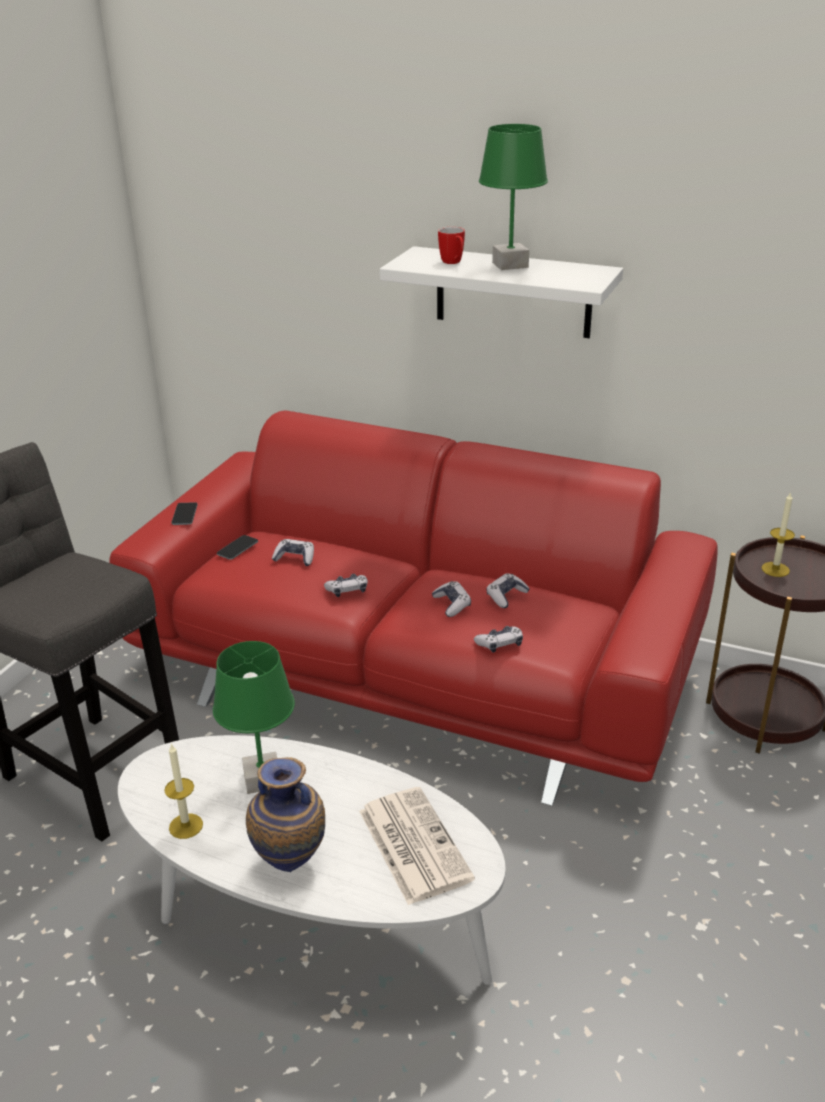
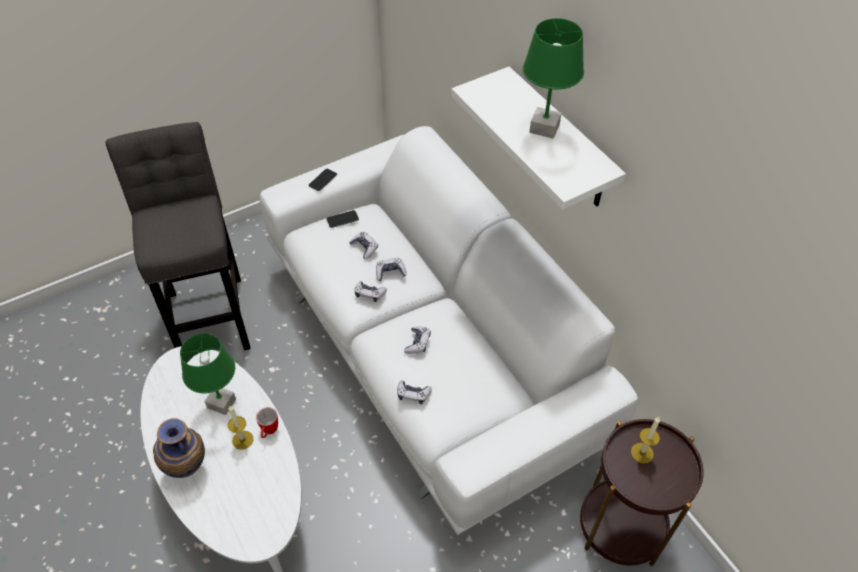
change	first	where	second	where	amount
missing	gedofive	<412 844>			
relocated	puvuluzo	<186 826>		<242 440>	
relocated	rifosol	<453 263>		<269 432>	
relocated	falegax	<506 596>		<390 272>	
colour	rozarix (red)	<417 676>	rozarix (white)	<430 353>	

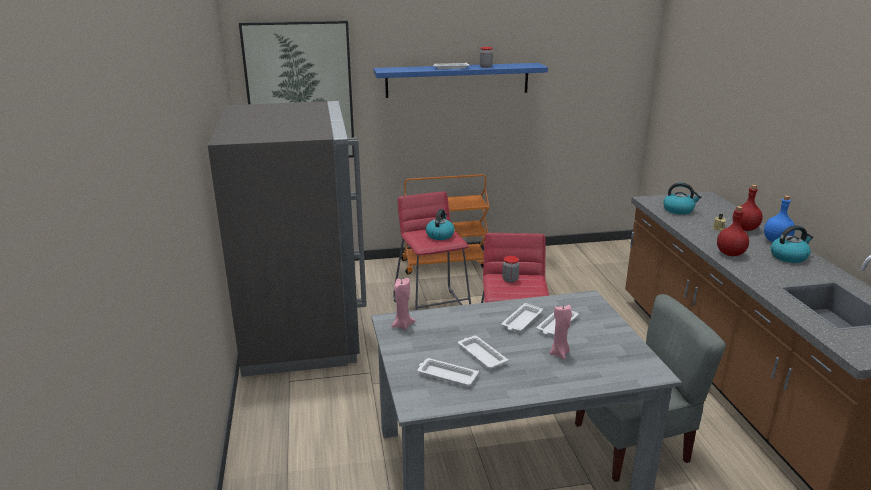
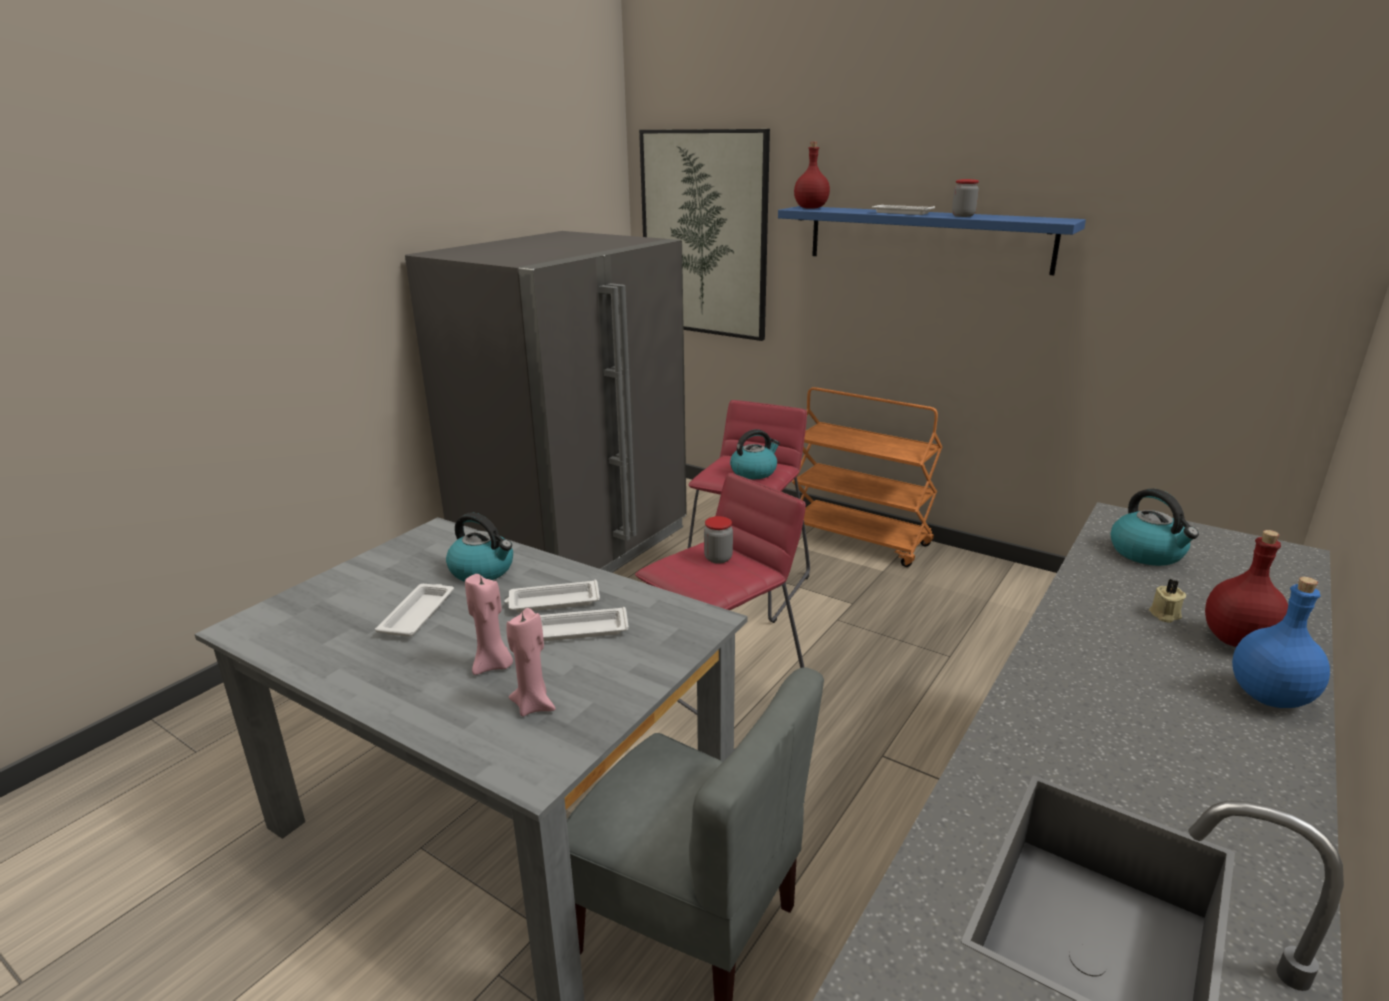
change	first	where	second	where	amount
missing	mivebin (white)	<446 375>			
relocated	puvuluzo (pink)	<402 325>		<533 705>	
relocated	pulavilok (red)	<729 253>		<810 208>	
relocated	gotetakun	<789 257>		<483 570>	

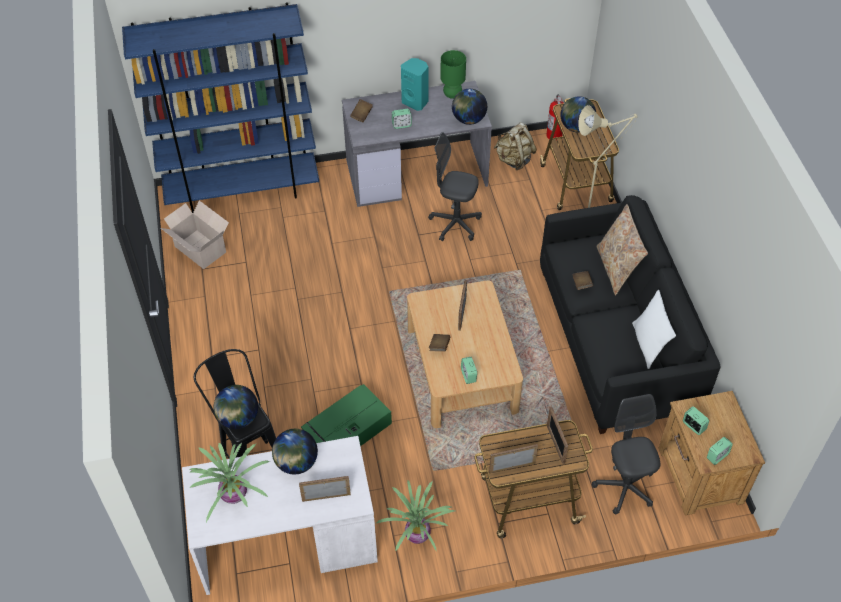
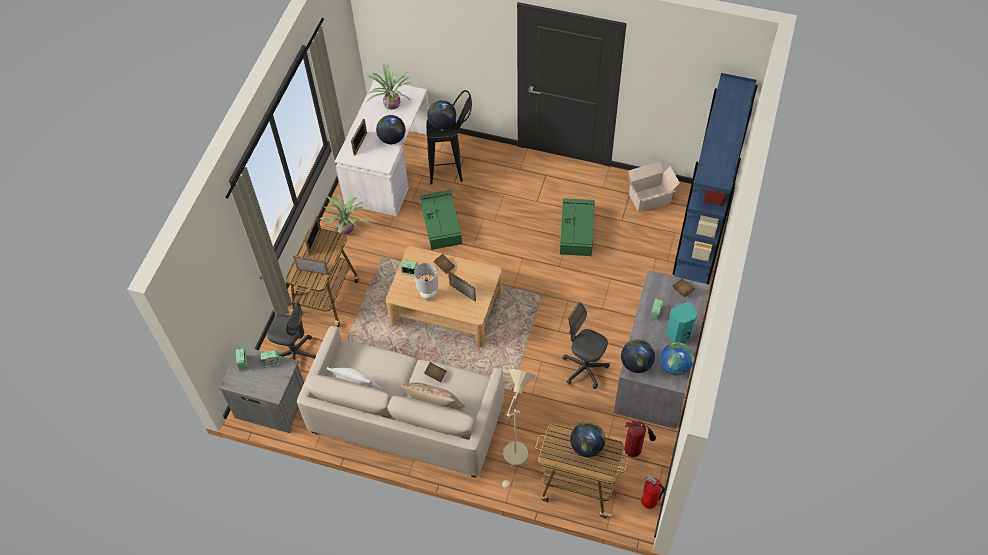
change	first	where	second	where	amount
appeared			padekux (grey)	<428 294>	
appeared			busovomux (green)	<576 231>	
exchanged	padekux (green)	<452 94>	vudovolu	<675 366>	
exchanged	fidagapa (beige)	<514 160>	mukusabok	<635 450>	
colour	rozarix (black)	<616 341>	rozarix (beige)	<406 418>	
colour	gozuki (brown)	<699 476>	gozuki (grey)	<271 404>	
spun	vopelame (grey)	<455 224>		<584 368>	105 degrees counterclockwise

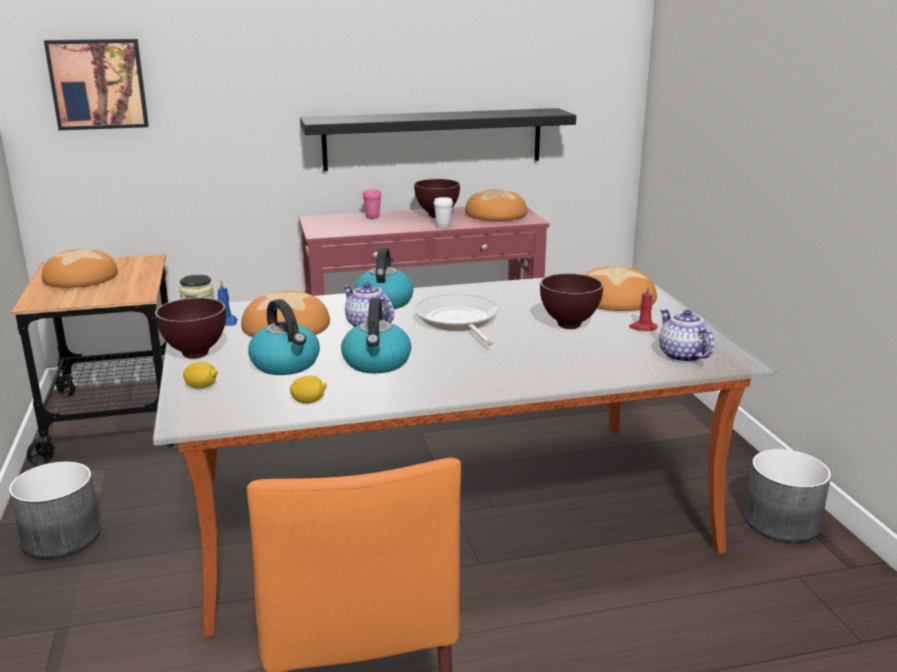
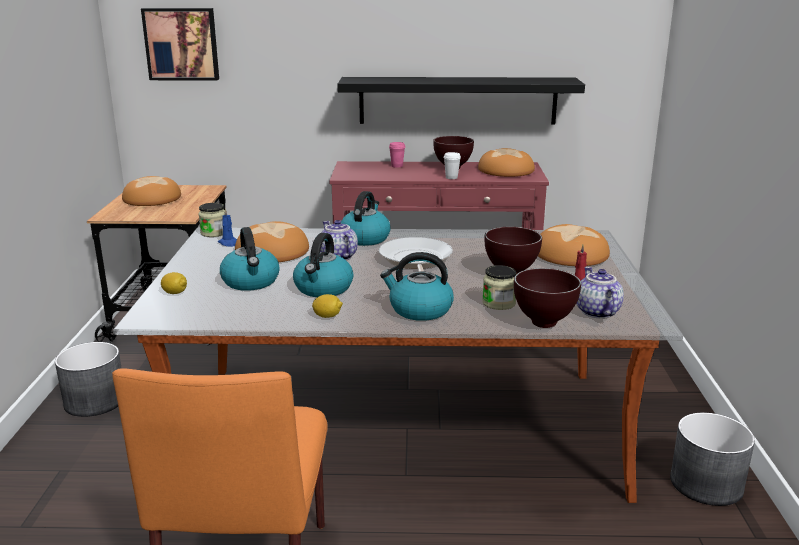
change	first	where	second	where	amount
appeared			gotetakun	<419 310>	
appeared			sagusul	<499 303>	
relocated	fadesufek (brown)	<194 354>		<542 323>	
relocated	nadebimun	<309 401>		<327 316>	

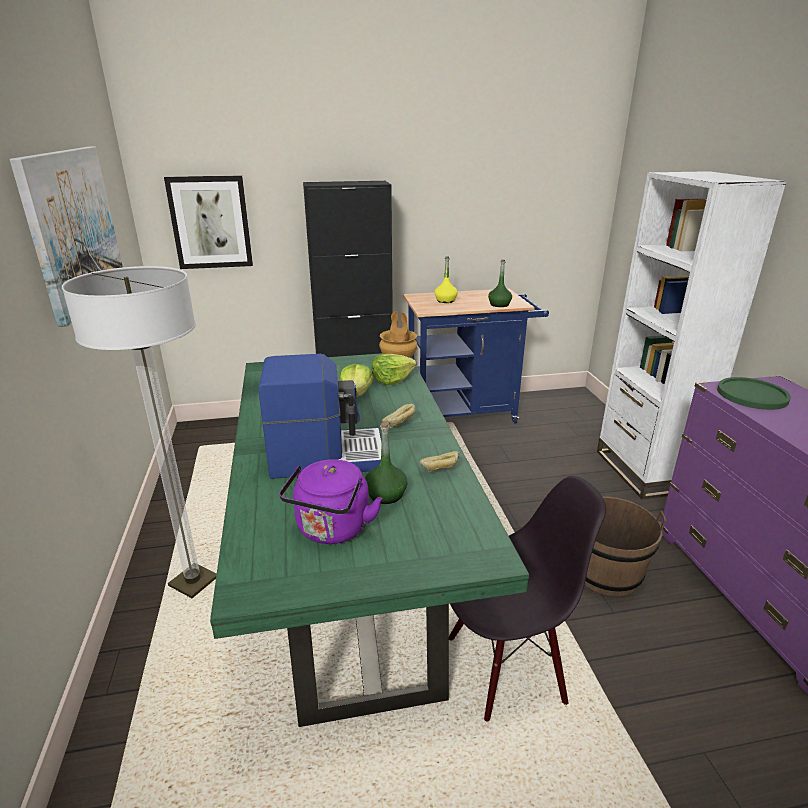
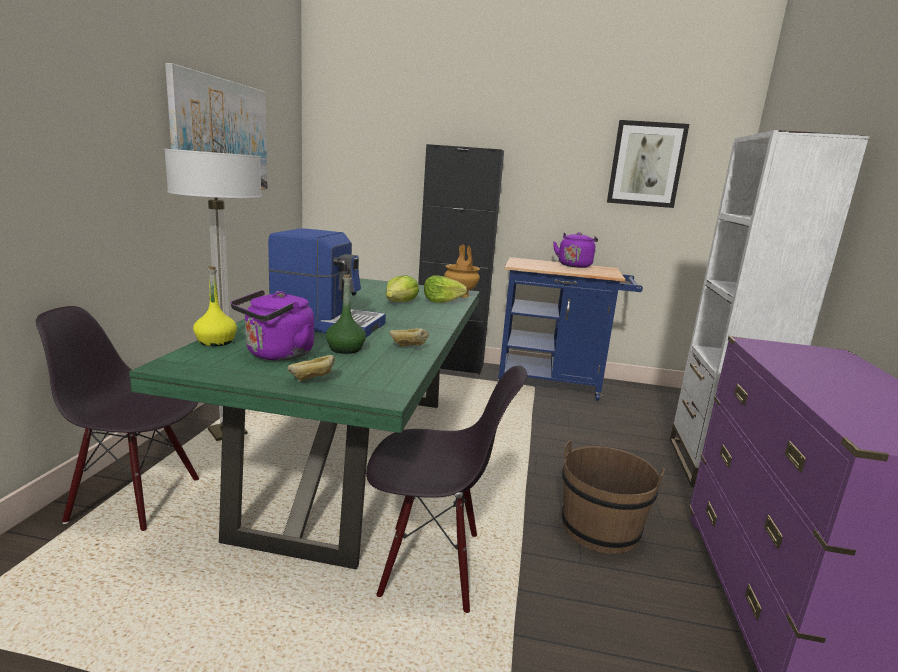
change	first	where	second	where	amount
missing	pulavilok (green)	<499 304>			
missing	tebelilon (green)	<752 395>			
appeared			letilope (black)	<137 498>	
appeared			gotetakun (purple)	<574 265>	
relocated	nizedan	<210 222>		<646 164>	
relocated	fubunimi	<399 426>		<312 381>	
relocated	pulavilok (yellow)	<445 300>		<216 341>	

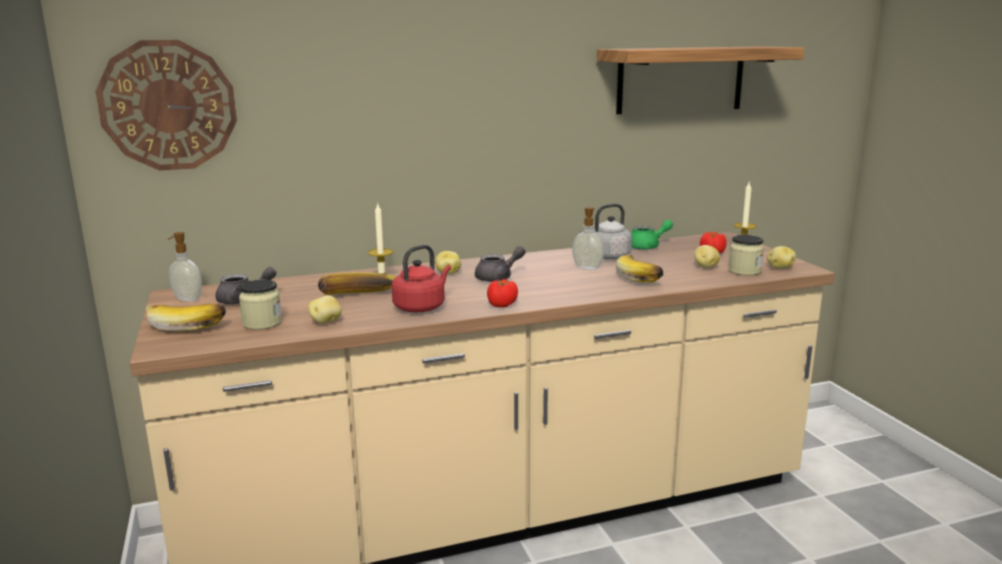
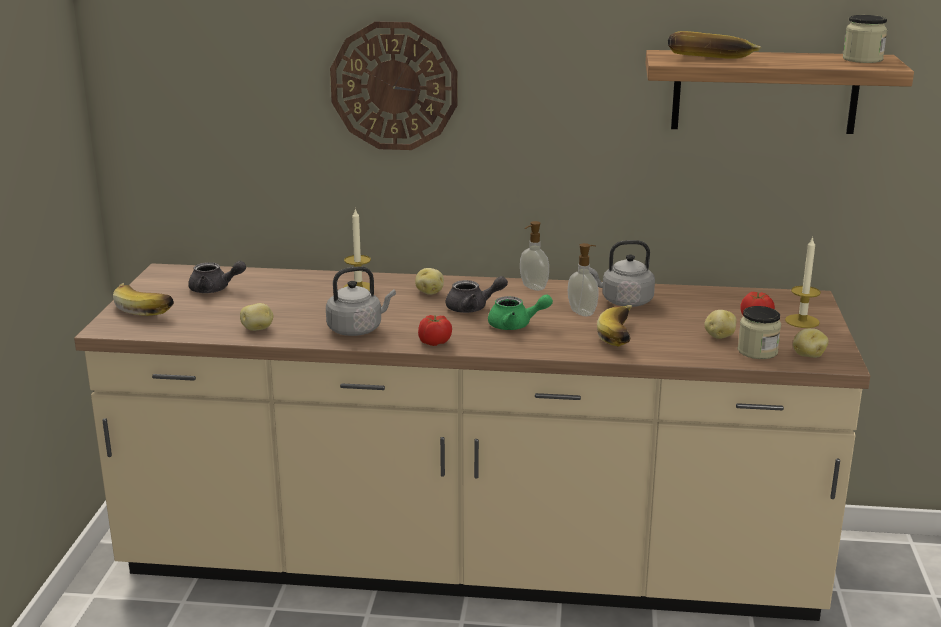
change	first	where	second	where	amount
relocated	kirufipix	<168 106>		<394 86>	
relocated	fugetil	<187 299>		<533 287>	
relocated	sagusul	<262 323>		<862 59>	
relocated	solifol	<360 297>		<711 60>	
relocated	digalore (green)	<648 246>		<515 325>	
colour	gotetakun (red)	<421 307>	gotetakun (grey)	<357 329>	

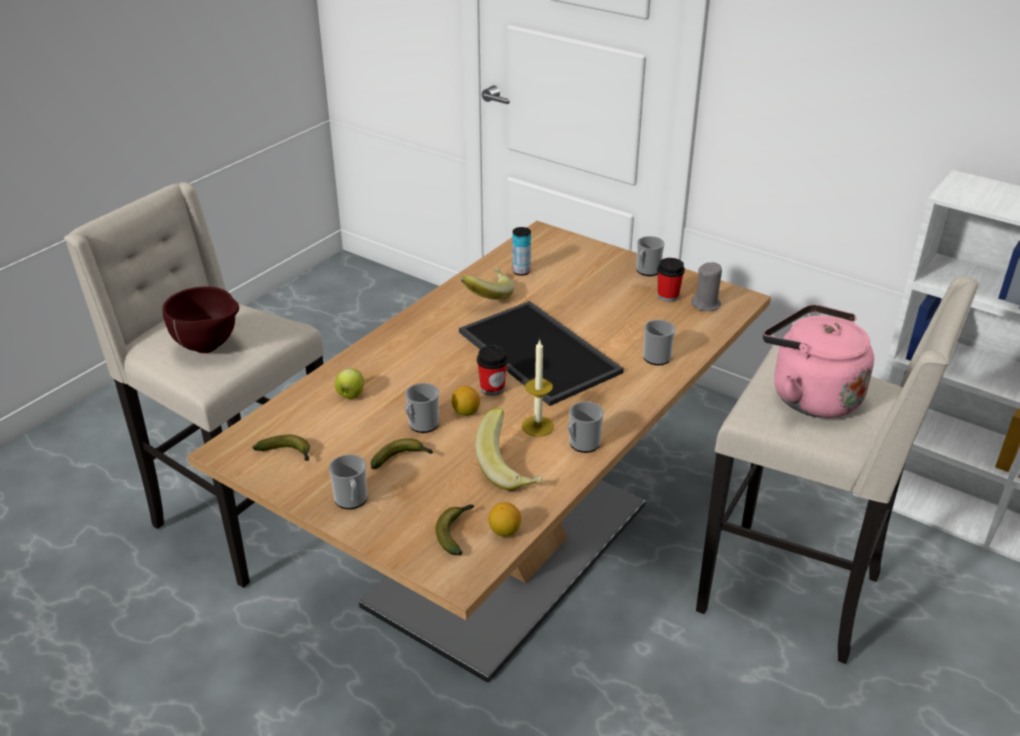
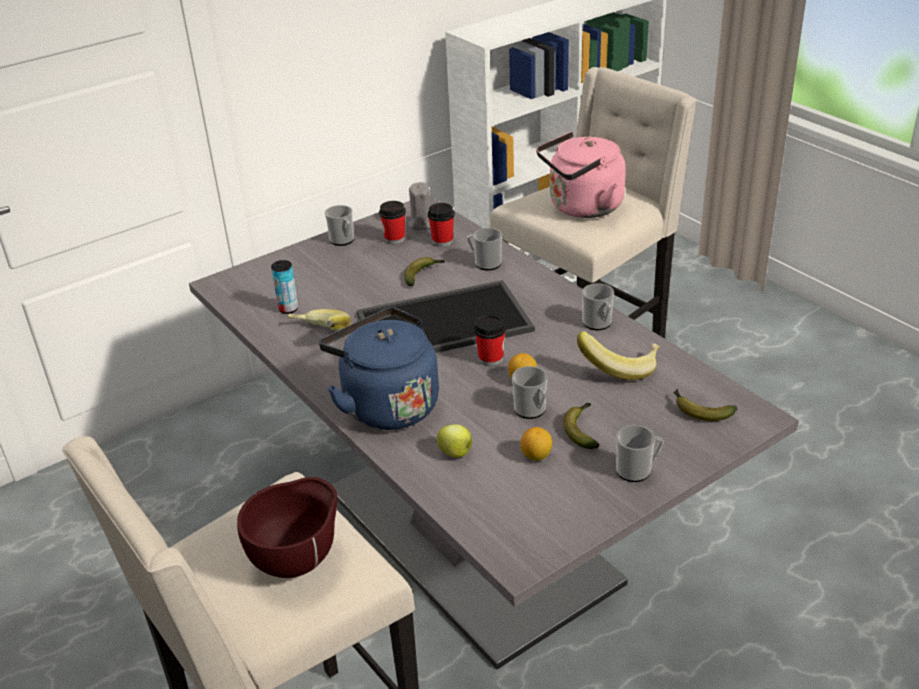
change	first	where	second	where	amount
missing	puvuluzo	<537 426>			
appeared			gotetakun (blue)	<386 405>	
appeared			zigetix	<442 241>	
relocated	solifol	<288 454>		<423 275>	
relocated	nadebimun	<505 531>		<536 456>	
colour	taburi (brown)	<509 553>	taburi (grey)	<469 535>	

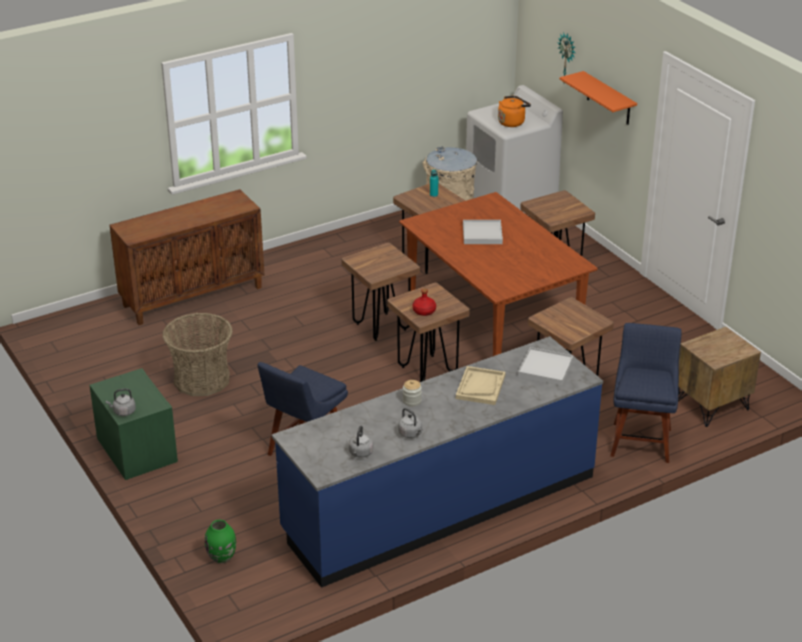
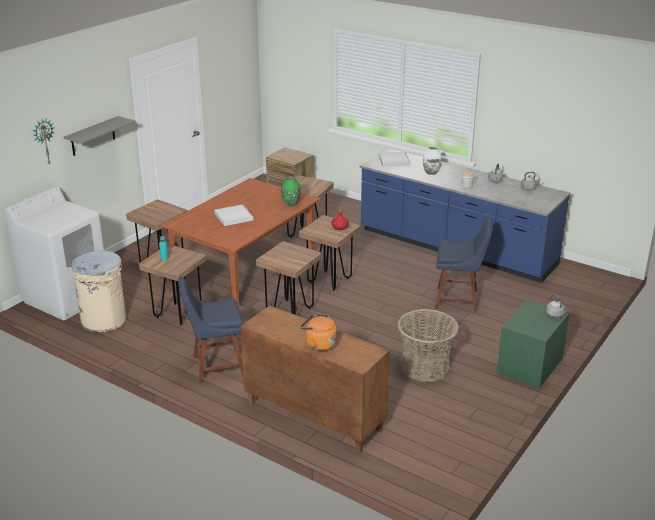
change	first	where	second	where	amount
relocated	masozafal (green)	<222 557>		<291 203>	
relocated	gotetakun (orange)	<512 122>		<319 344>	
relocated	letilope (blue)	<641 440>		<215 366>	
exchanged	mivebin (beige)	<480 387>	masozafal (white)	<431 172>	
colour	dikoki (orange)	<608 99>	dikoki (grey)	<93 136>	

